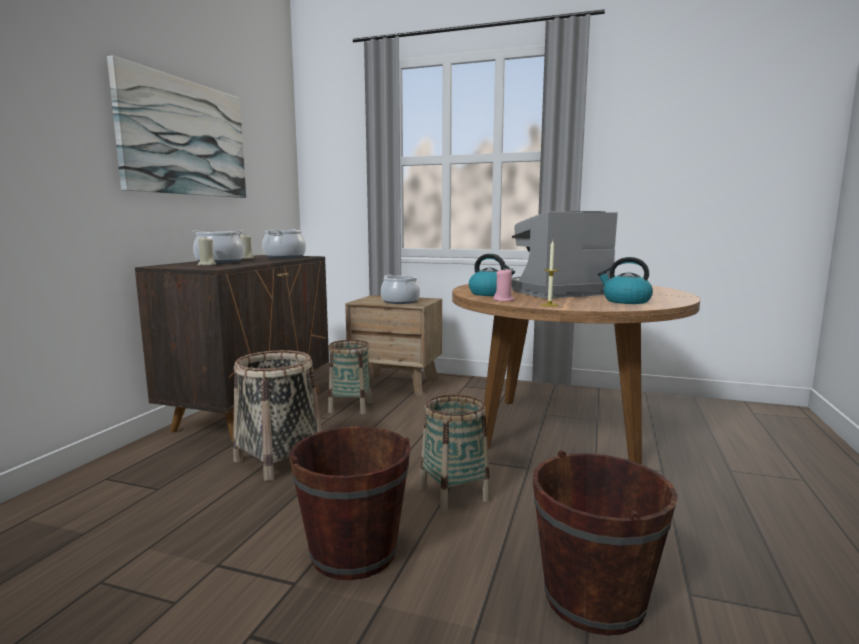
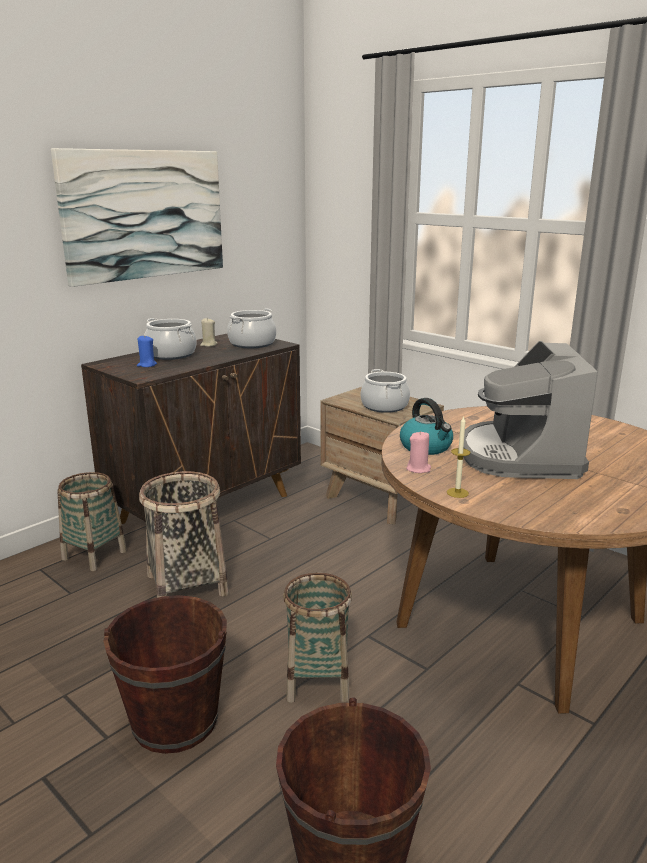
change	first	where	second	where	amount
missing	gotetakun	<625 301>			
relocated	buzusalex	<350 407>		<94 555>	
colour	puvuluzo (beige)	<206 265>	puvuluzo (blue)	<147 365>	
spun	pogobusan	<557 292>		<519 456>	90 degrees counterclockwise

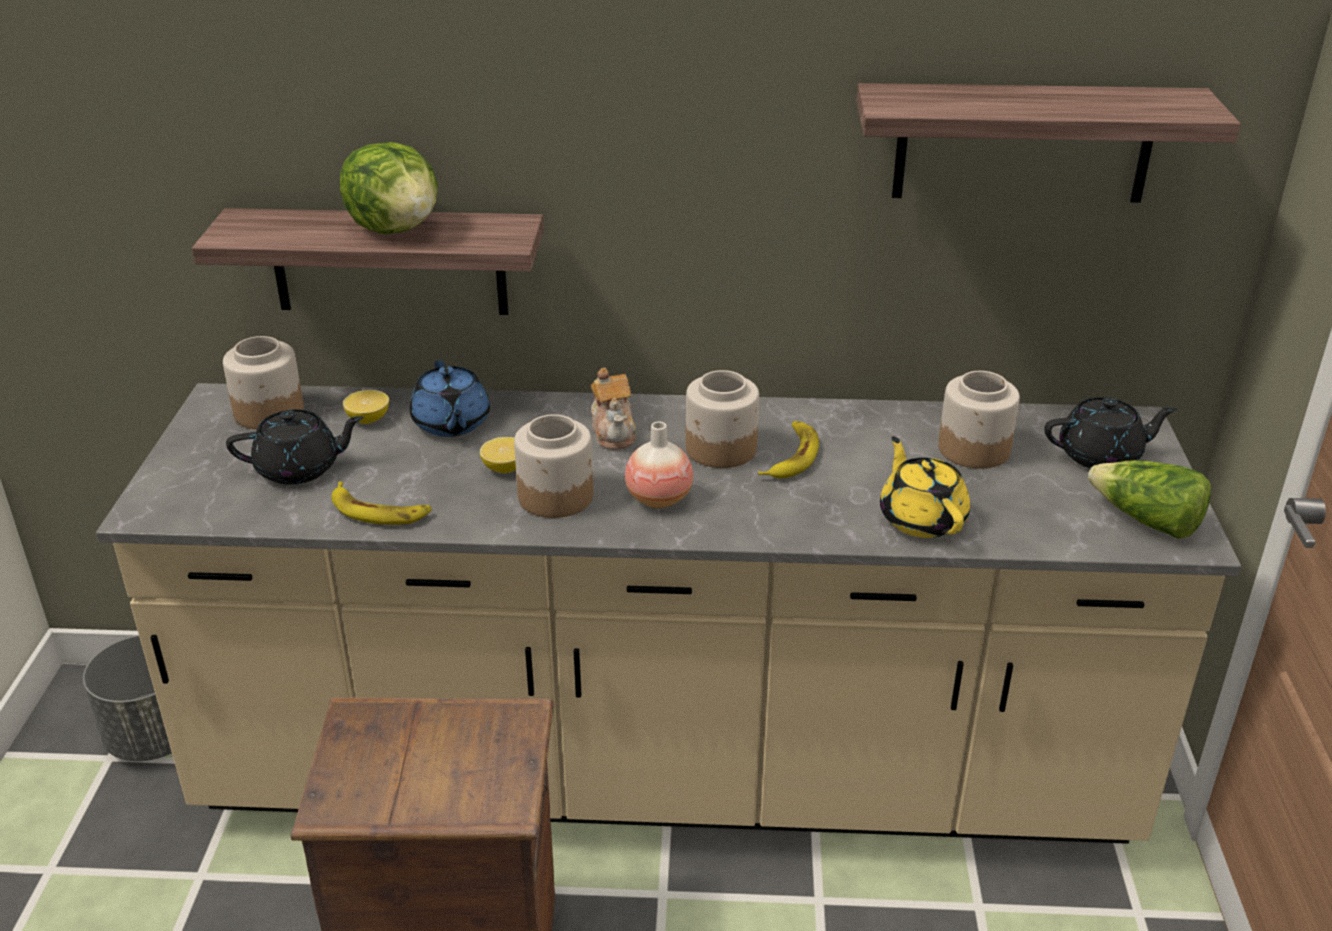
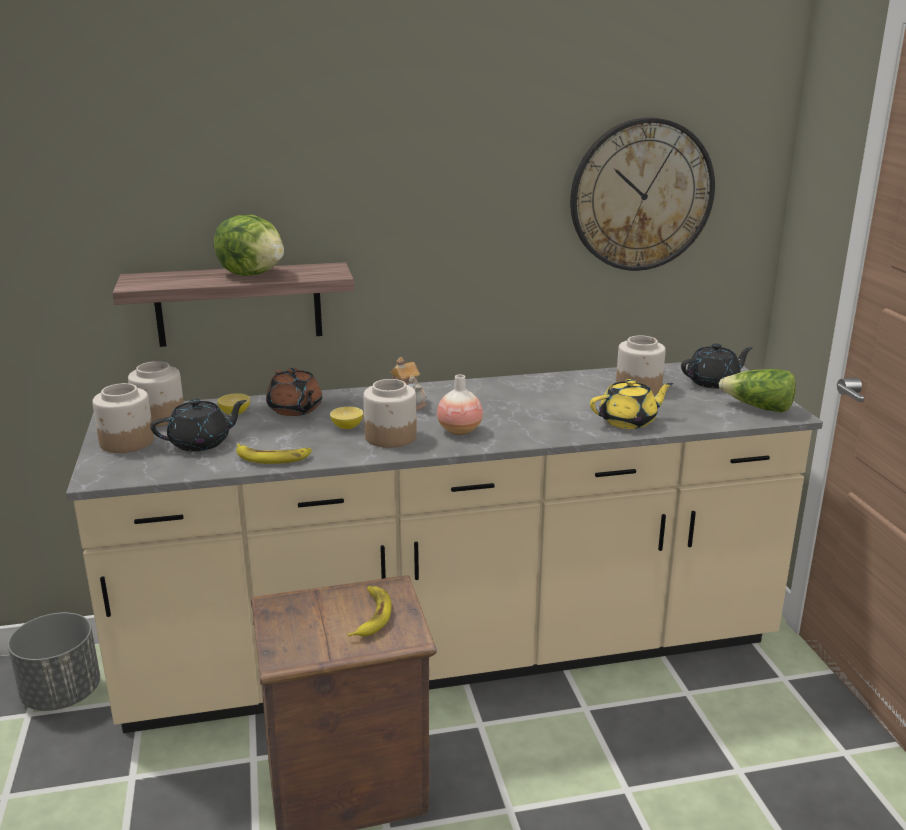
change	first	where	second	where	amount
relocated	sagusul	<721 449>		<127 442>	
relocated	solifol	<791 456>		<371 616>	
exchanged	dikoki	<1023 143>	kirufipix	<641 195>	
colour	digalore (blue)	<451 424>	digalore (brown)	<295 409>	
spun	digalore (yellow)	<921 518>		<629 421>	105 degrees clockwise

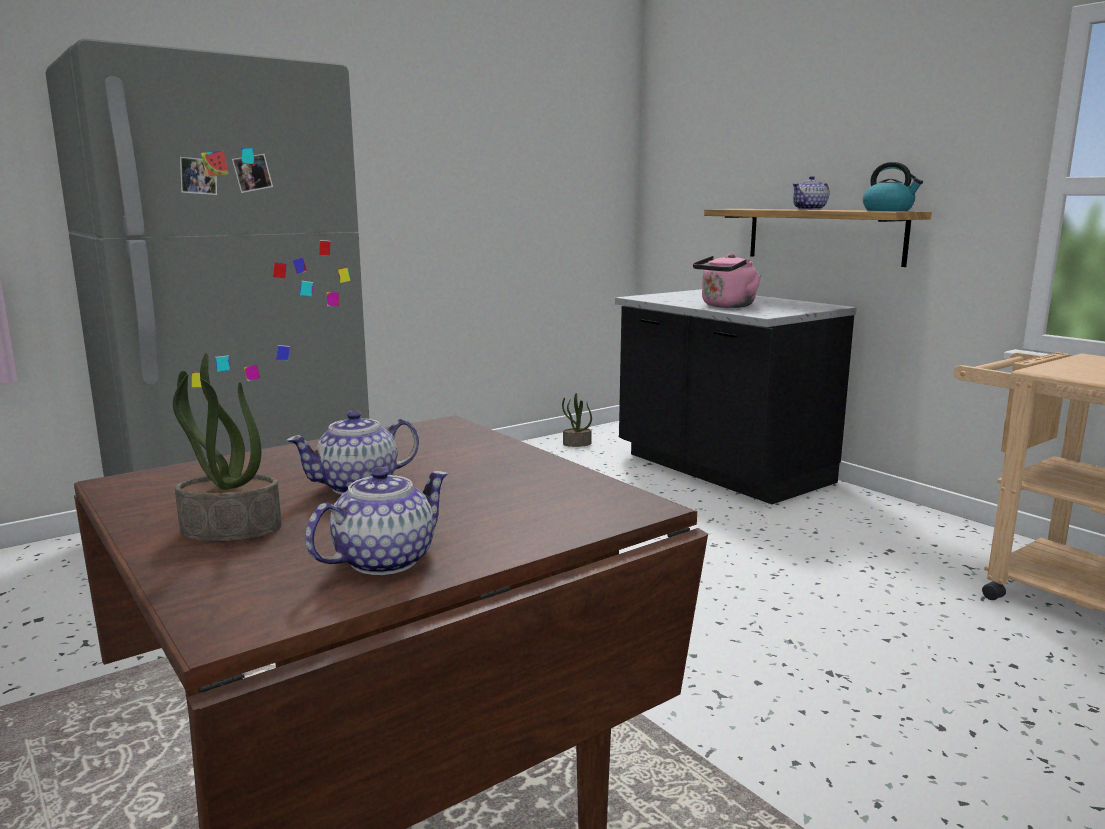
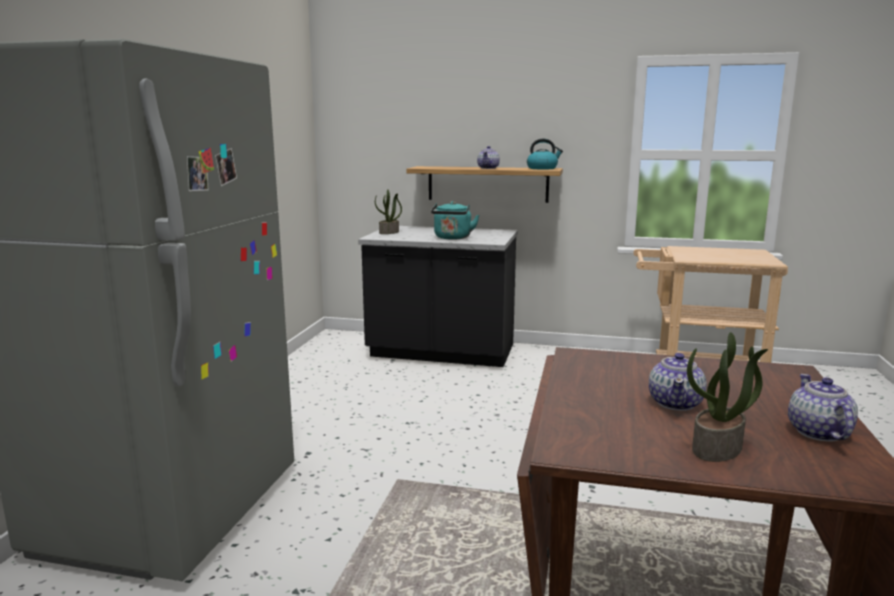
change	first	where	second	where	amount
relocated	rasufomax	<576 444>		<389 232>	
colour	gotetakun (pink)	<725 306>	gotetakun (turquoise)	<452 238>	

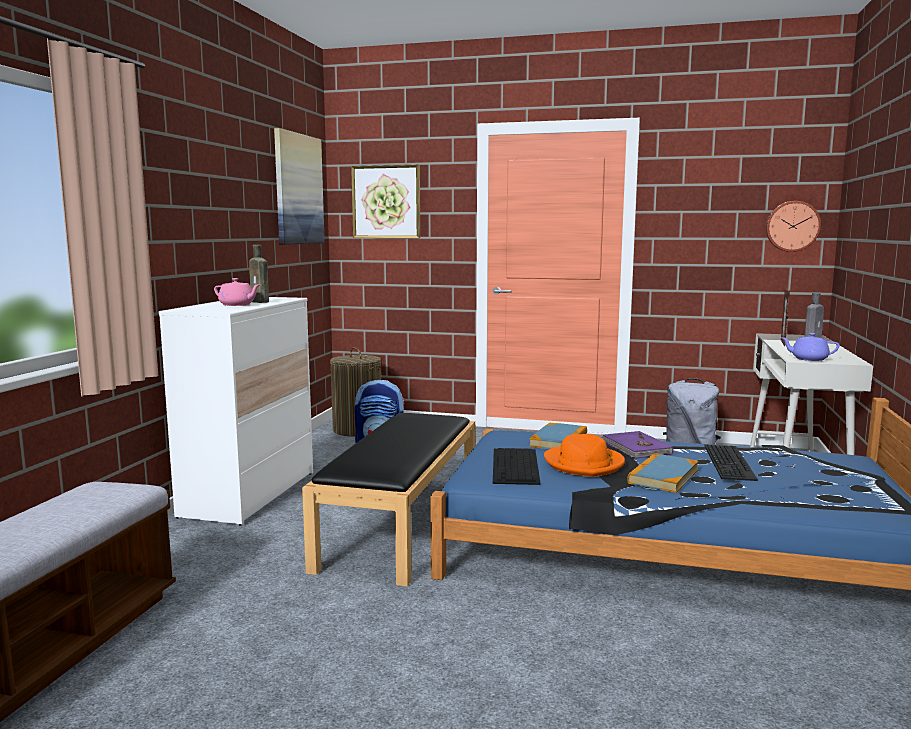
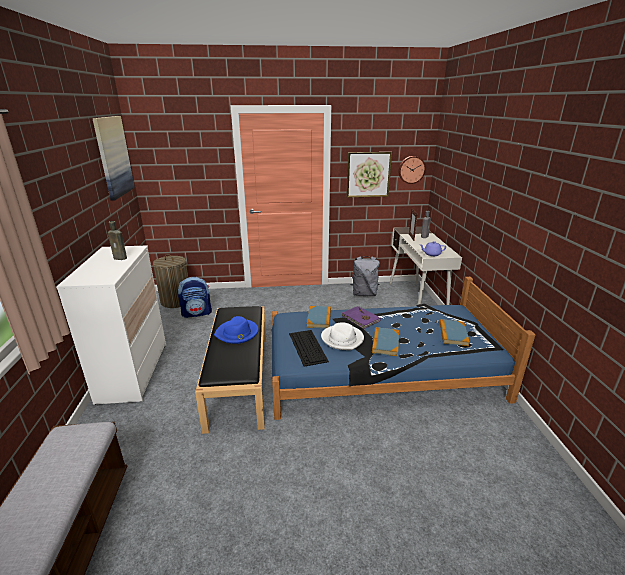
change	first	where	second	where	amount
missing	digalore (pink)	<237 305>			
missing	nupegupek	<731 462>			
appeared			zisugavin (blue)	<237 333>	
appeared			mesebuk	<453 334>	
relocated	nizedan	<386 202>		<368 174>	
colour	zisugavin (orange)	<584 464>	zisugavin (white)	<342 339>	

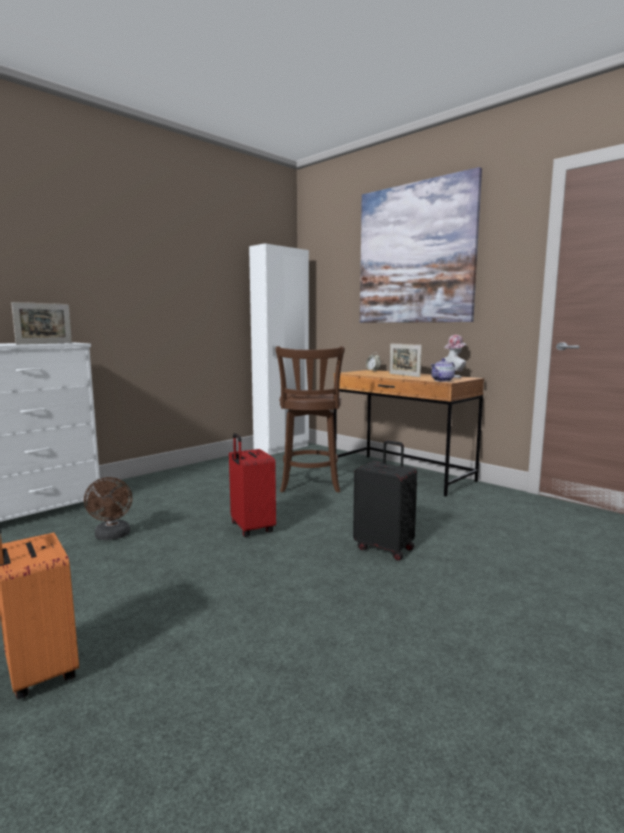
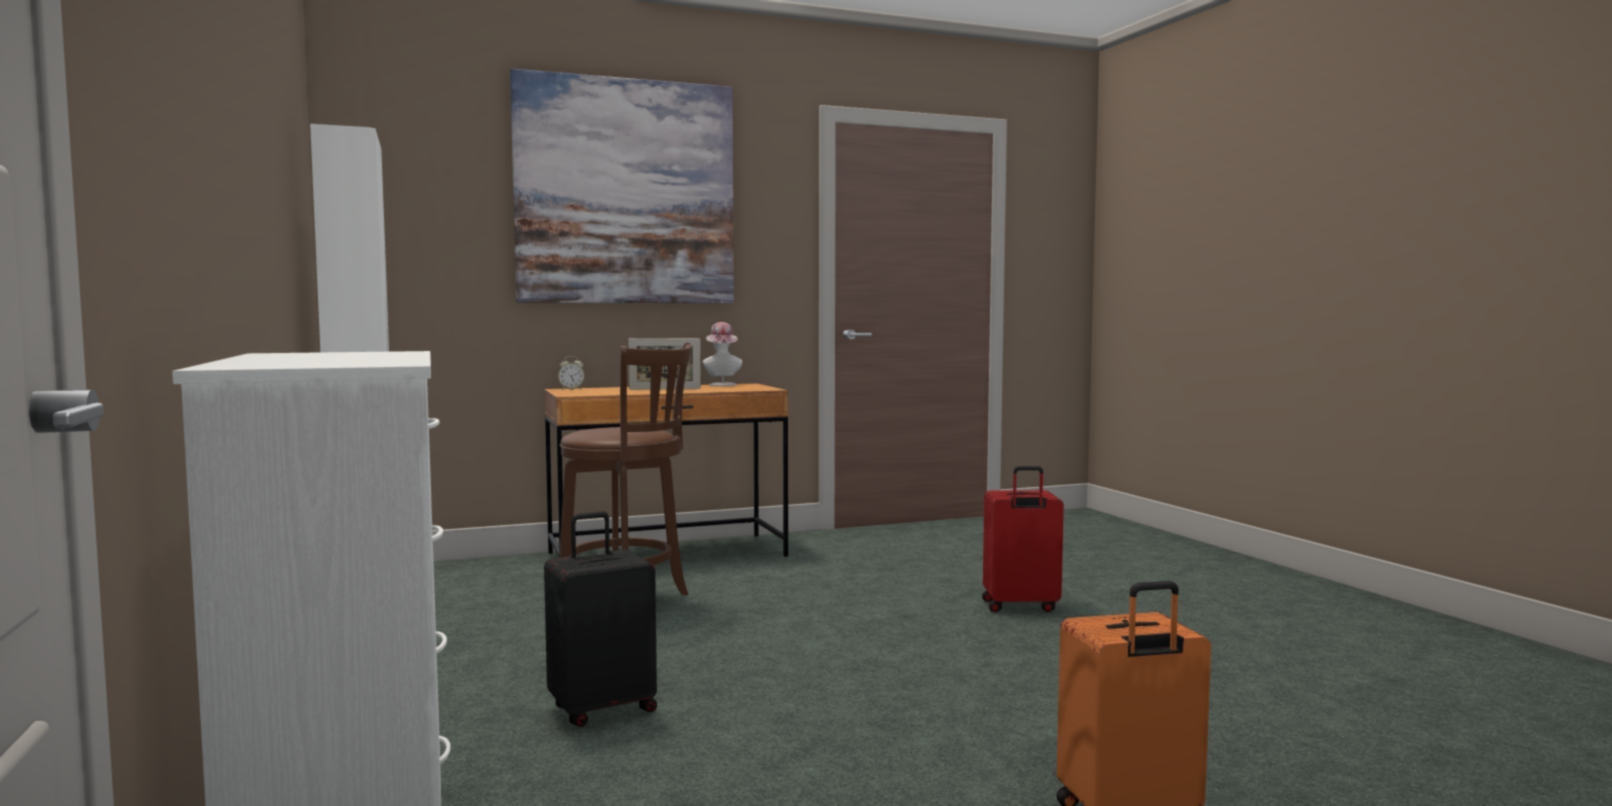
change	first	where	second	where	amount
missing	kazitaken	<45 343>			
missing	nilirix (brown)	<112 536>			
missing	digalore	<442 380>			
relocated	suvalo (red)	<251 528>		<1020 606>	
relocated	suvalo (black)	<385 548>		<602 709>	

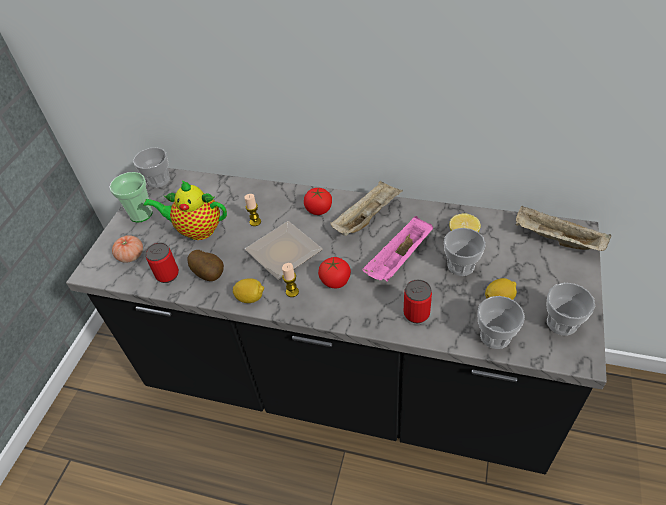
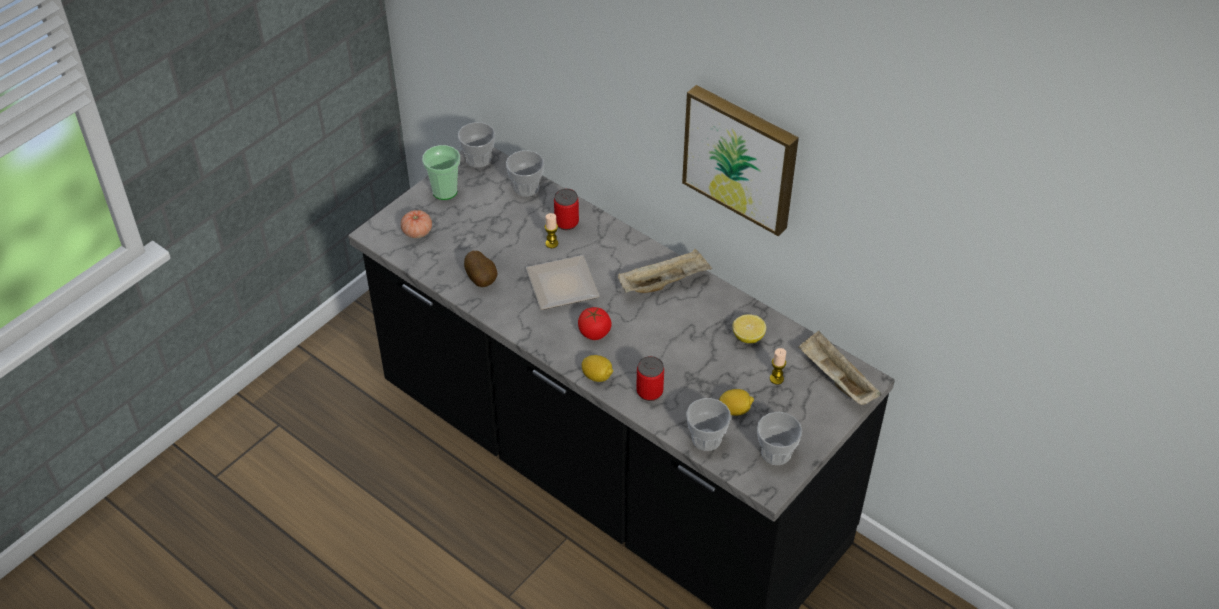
change	first	where	second	where	amount
missing	digalore	<197 230>			
missing	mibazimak	<318 209>			
missing	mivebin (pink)	<399 260>			
appeared			nizedan	<742 157>	
relocated	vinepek	<167 274>		<566 222>	
relocated	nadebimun	<250 298>		<597 376>	
relocated	puvuluzo	<292 292>		<776 379>	
relocated	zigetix	<461 266>		<526 187>	

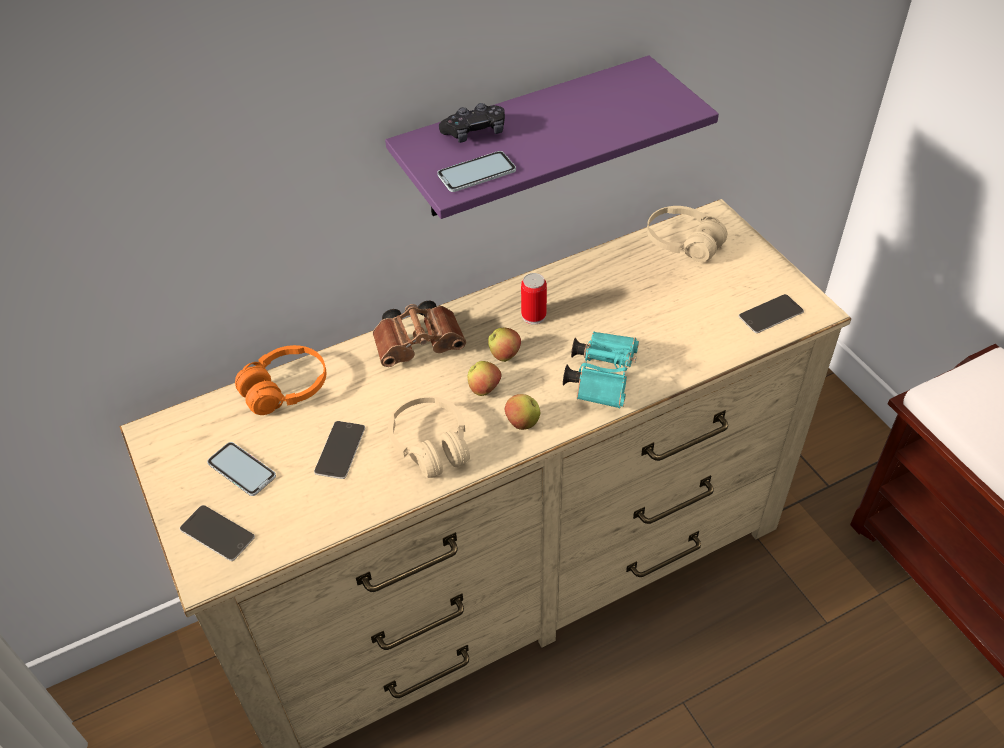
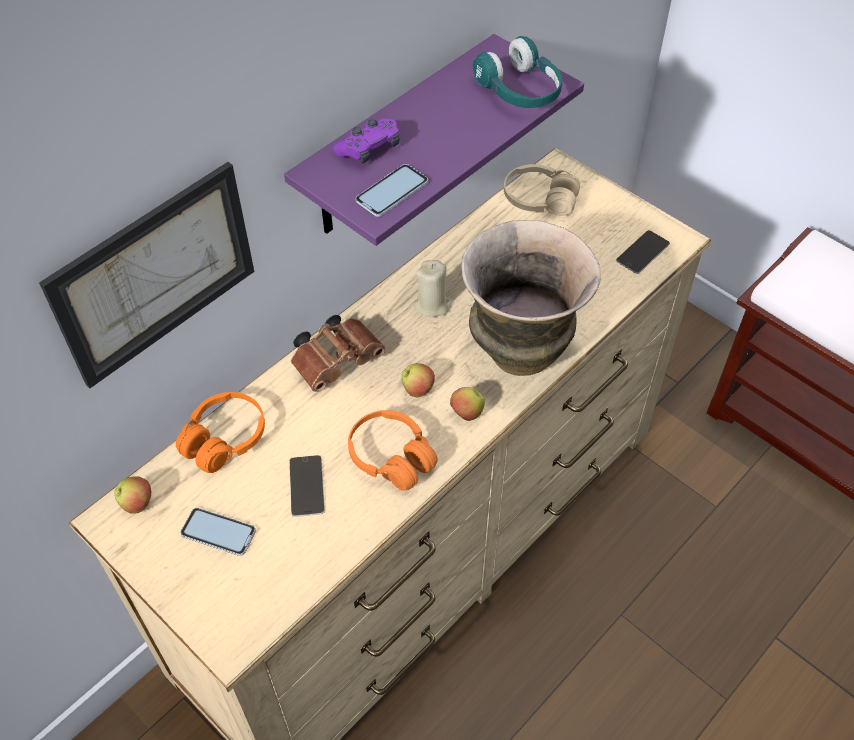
change	first	where	second	where	amount
missing	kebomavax	<217 533>			
appeared			nizedan	<155 274>	
appeared			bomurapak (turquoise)	<520 91>	
relocated	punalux	<504 355>		<137 503>	
exchanged	vinepek	<533 316>	puvuluzo (beige)	<432 305>	
exchanged	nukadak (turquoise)	<602 376>	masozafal	<520 349>	
colour	bomurapak (beige)	<431 445>	bomurapak (orange)	<391 457>	
colour	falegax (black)	<475 132>	falegax (purple)	<369 149>	

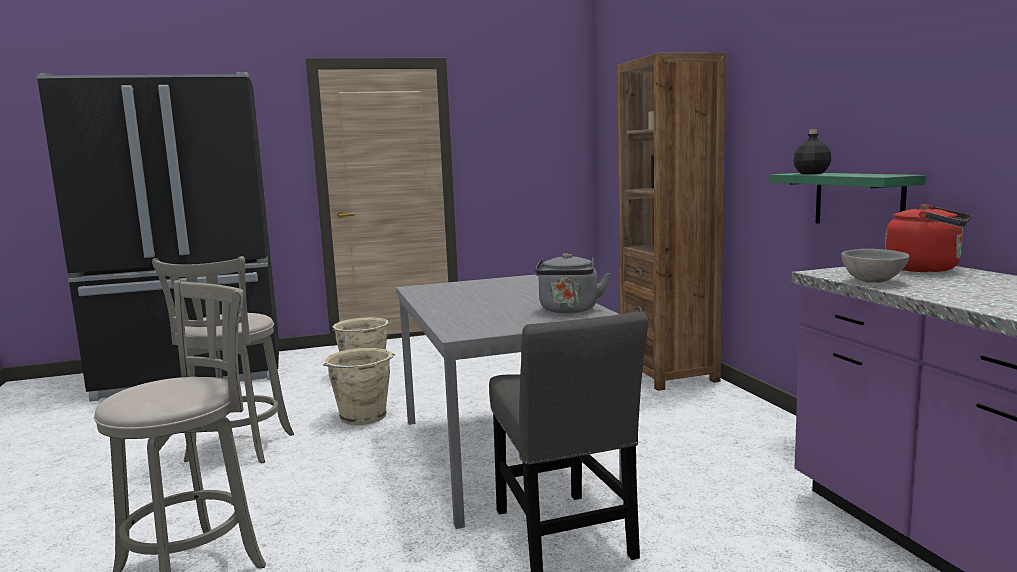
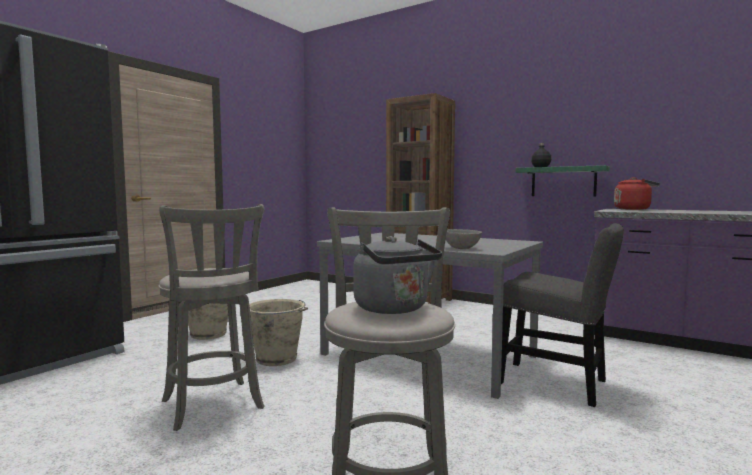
change	first	where	second	where	amount
relocated	gotetakun (grey)	<569 310>		<394 309>	
relocated	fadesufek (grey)	<874 281>		<462 248>	

